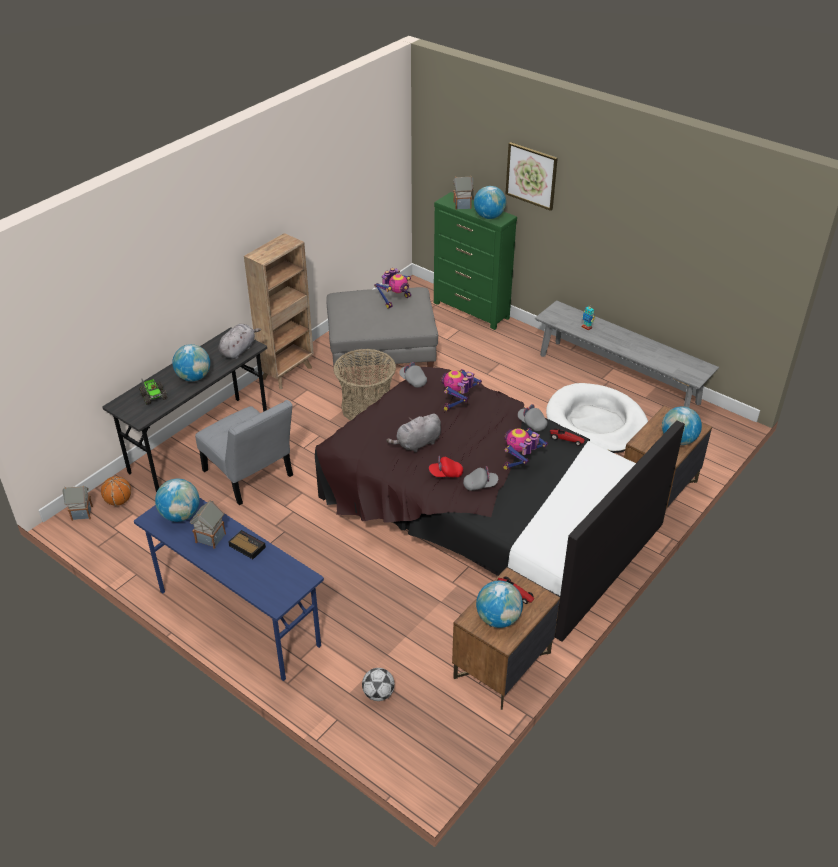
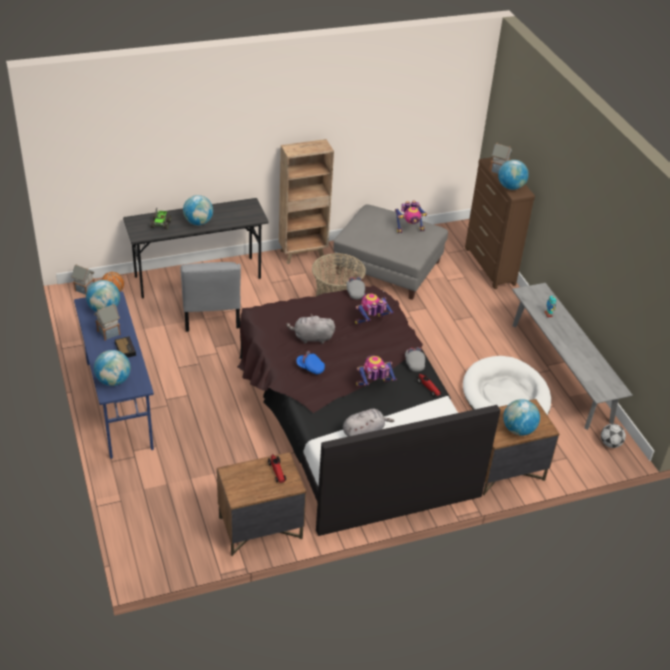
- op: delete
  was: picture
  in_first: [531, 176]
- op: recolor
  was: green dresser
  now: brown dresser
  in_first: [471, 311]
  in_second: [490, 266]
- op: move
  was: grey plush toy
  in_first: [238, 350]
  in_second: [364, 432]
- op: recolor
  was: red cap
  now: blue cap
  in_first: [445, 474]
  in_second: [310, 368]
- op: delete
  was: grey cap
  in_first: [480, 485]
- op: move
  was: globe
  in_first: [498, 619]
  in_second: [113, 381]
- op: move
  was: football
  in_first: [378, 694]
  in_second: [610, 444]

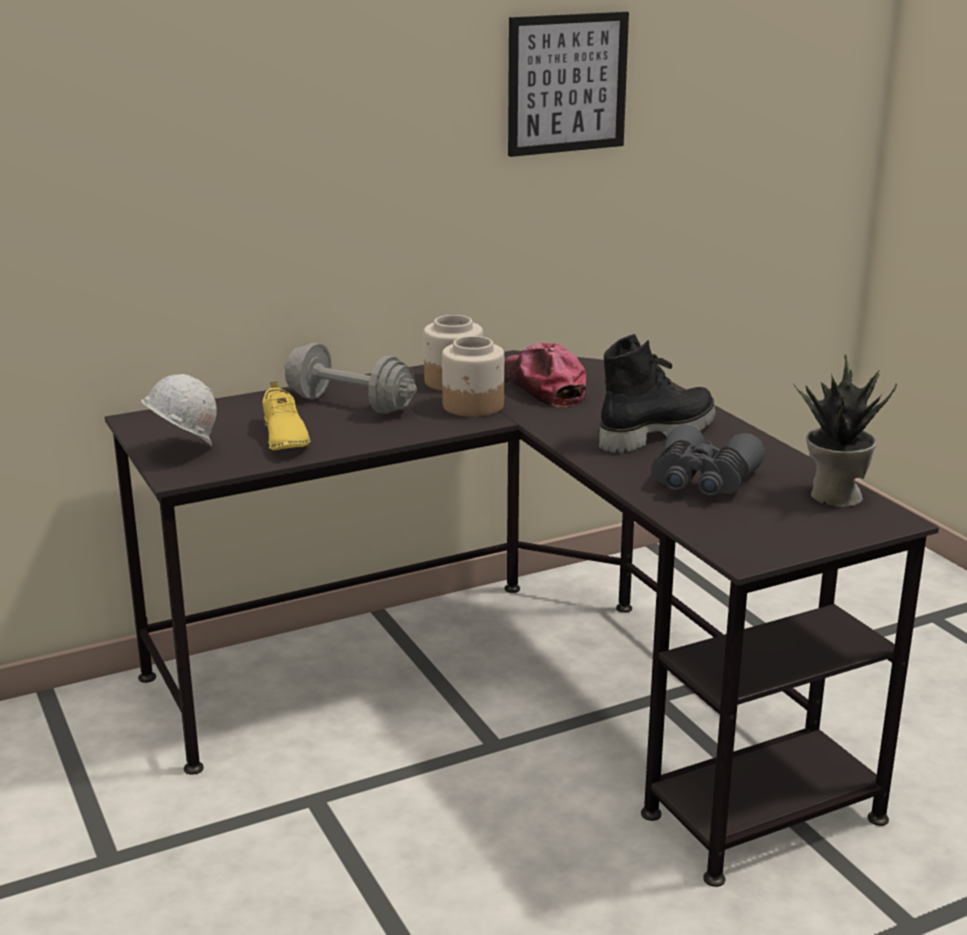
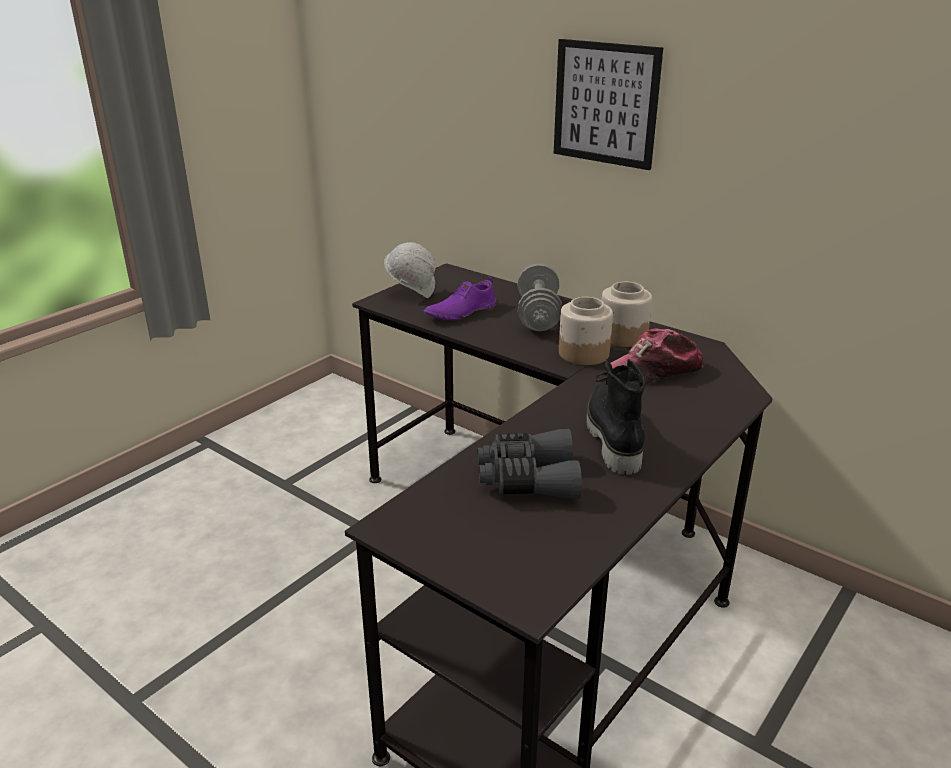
- op: move
  was: picture
  in_first: [567, 83]
  in_second: [605, 103]
- op: rotate
  was: black boot
  in_first: [655, 433]
  in_second: [612, 437]
  clockwise: -120
- op: rotate
  was: cap
  in_first: [542, 387]
  in_second: [655, 370]
  clockwise: -150
- op: delete
  was: potted plant
  in_first: [833, 496]
- op: recolor
  was: yellow shoe
  now: purple shoe
  in_first: [283, 437]
  in_second: [460, 312]

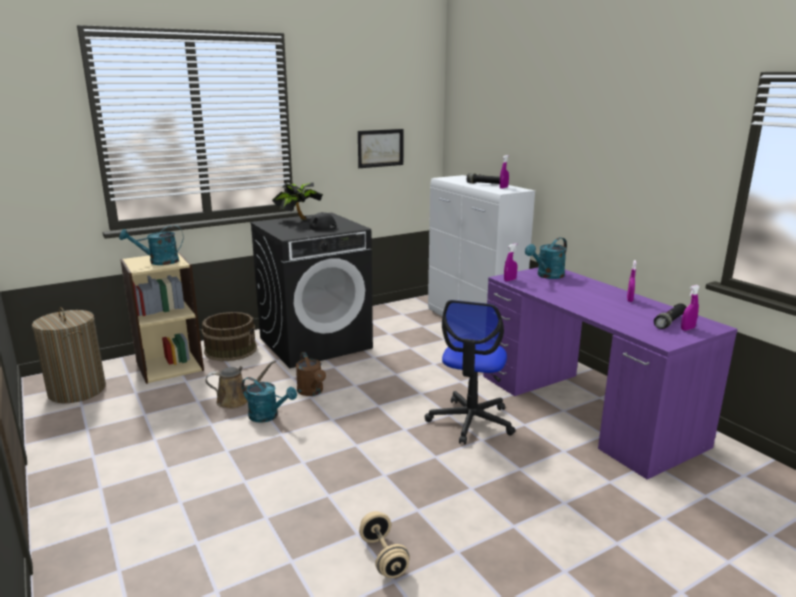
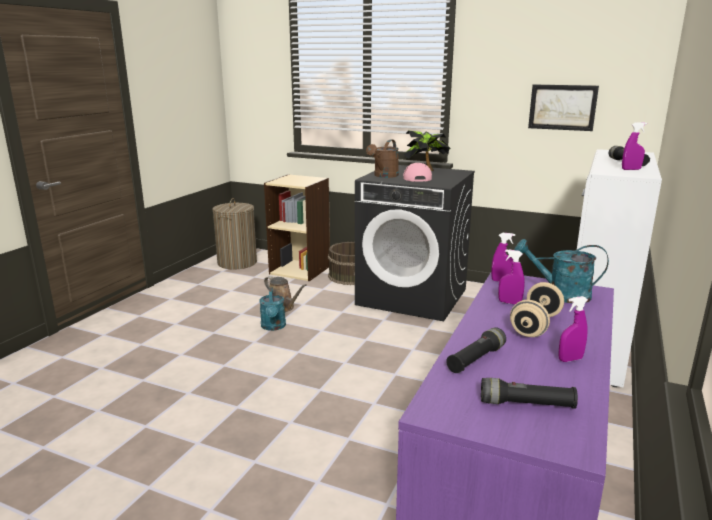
- op: recolor
  was: black cap
  now: pink cap
  in_first: [318, 227]
  in_second: [416, 177]
- op: delete
  was: turquoise watering can
  in_first: [158, 262]
- op: move
  was: purple spray bottle
  in_first: [687, 329]
  in_second: [509, 303]
- op: delete
  was: office chair
  in_first: [471, 421]
- op: move
  was: brown watering can
  in_first: [312, 392]
  in_second: [384, 176]
- op: move
  was: beige dumbbell
  in_first: [383, 557]
  in_second: [535, 325]
- op: insert
  now: black flashlight
  in_second: [476, 359]

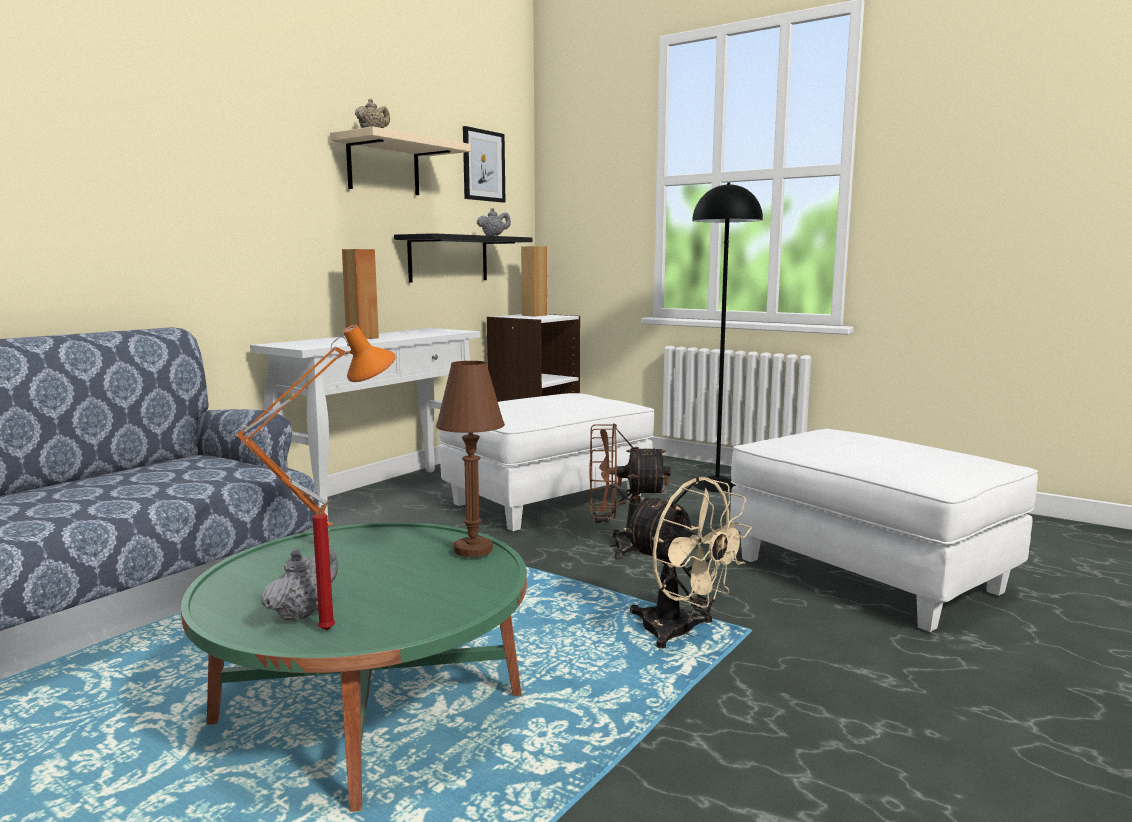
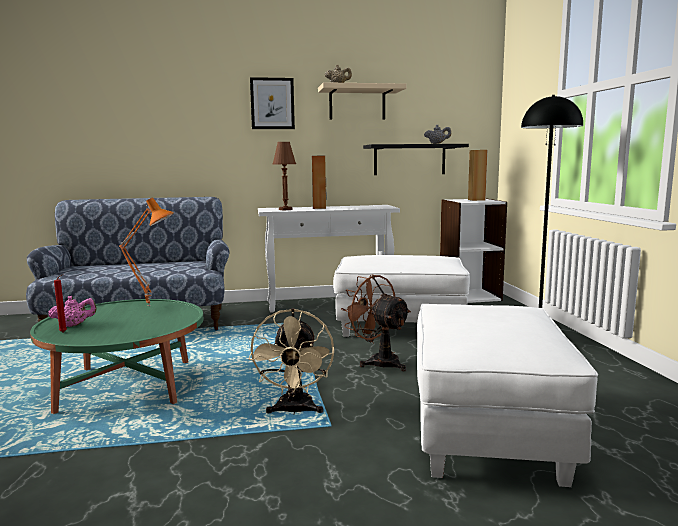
- op: move
  was: picture
  in_first: [483, 165]
  in_second: [272, 103]
- op: move
  was: brown table lamp
  in_first: [473, 549]
  in_second: [285, 209]
- op: recolor
  was: grey teapot
  now: pink teapot
  in_first: [302, 614]
  in_second: [74, 325]

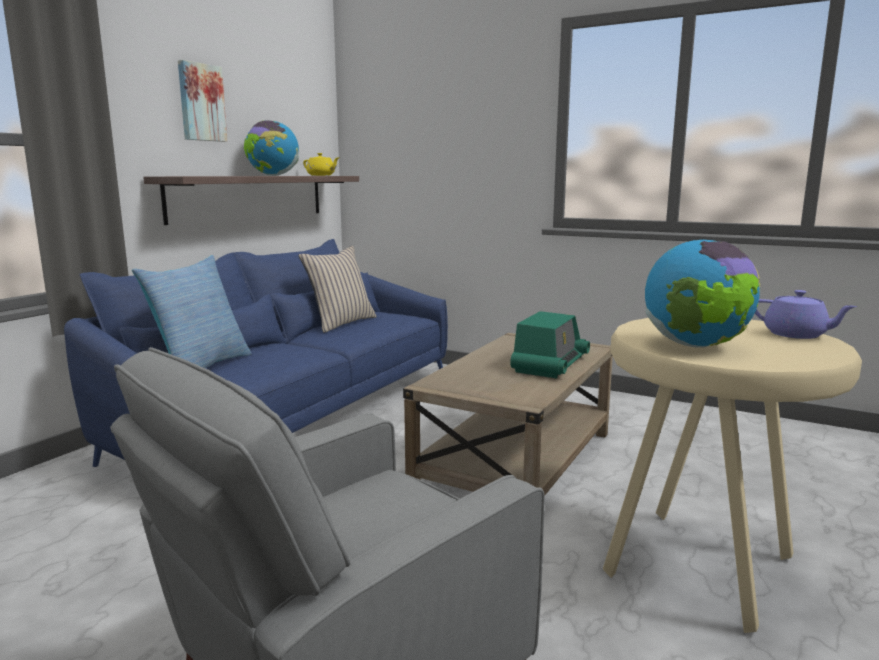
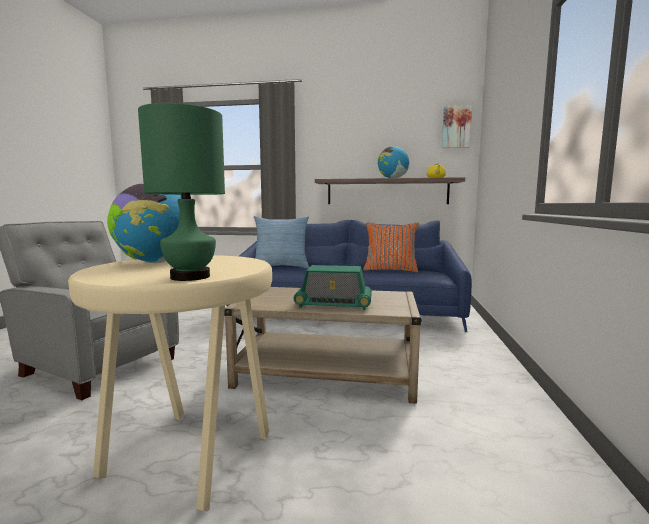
- op: move
  was: picture
  in_first: [201, 102]
  in_second: [456, 127]
- op: recolor
  was: beige pillow
  now: orange pillow
  in_first: [340, 323]
  in_second: [390, 270]
- op: replace
  was: purple teapot
  now: green table lamp
  in_first: [796, 335]
  in_second: [191, 277]

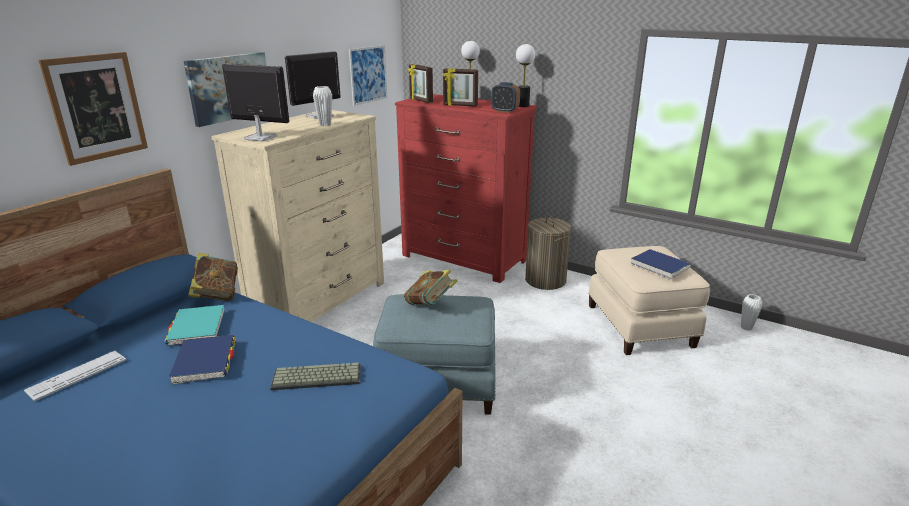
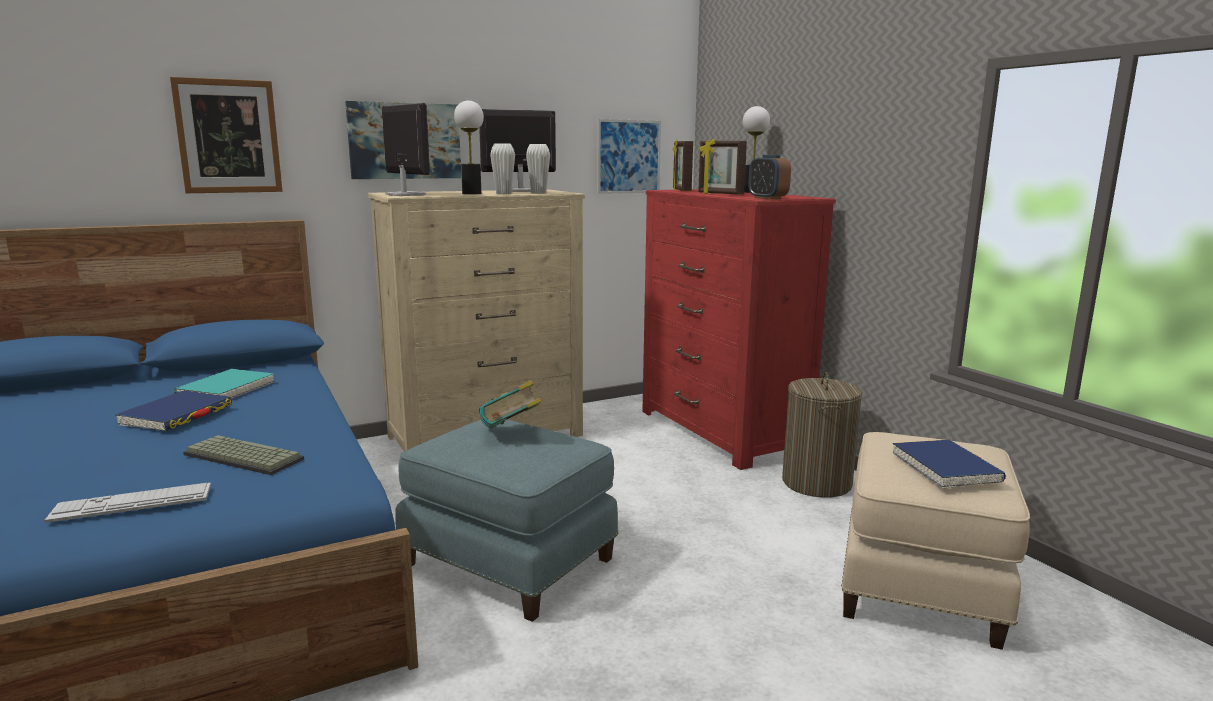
- op: move
  was: table lamp
  in_first: [523, 106]
  in_second: [471, 193]
- op: delete
  was: book
  in_first: [216, 294]
- op: move
  was: white vase
  in_first: [746, 327]
  in_second: [538, 193]
- op: move
  was: keyboard
  in_first: [77, 375]
  in_second: [132, 504]

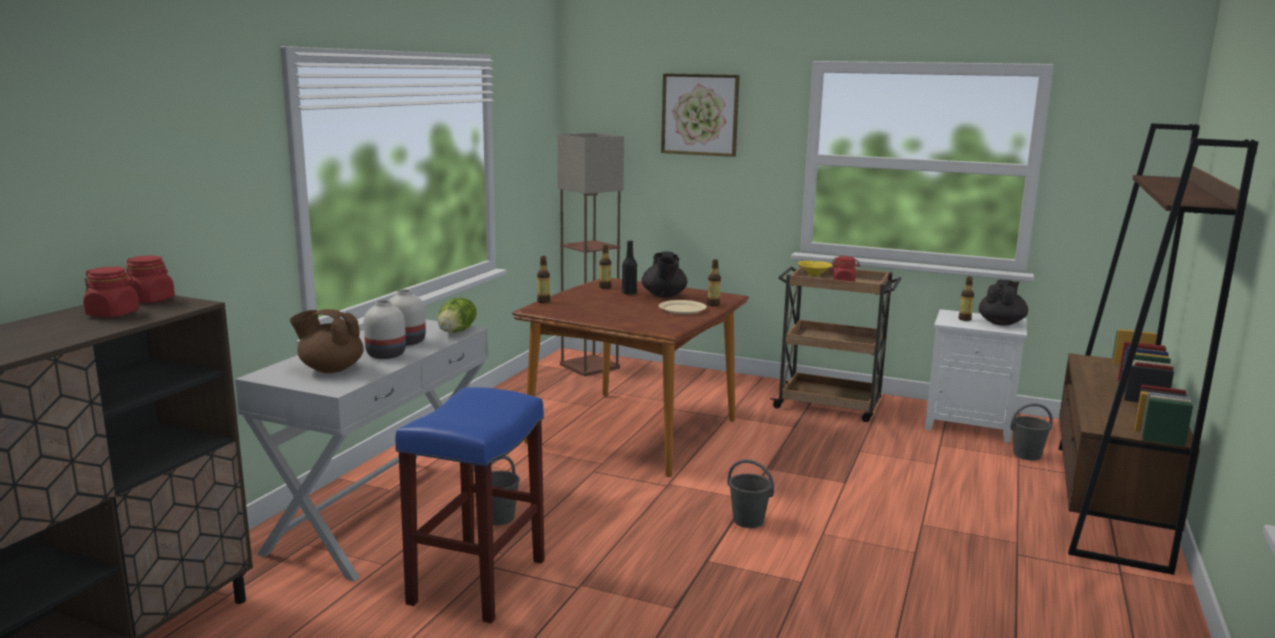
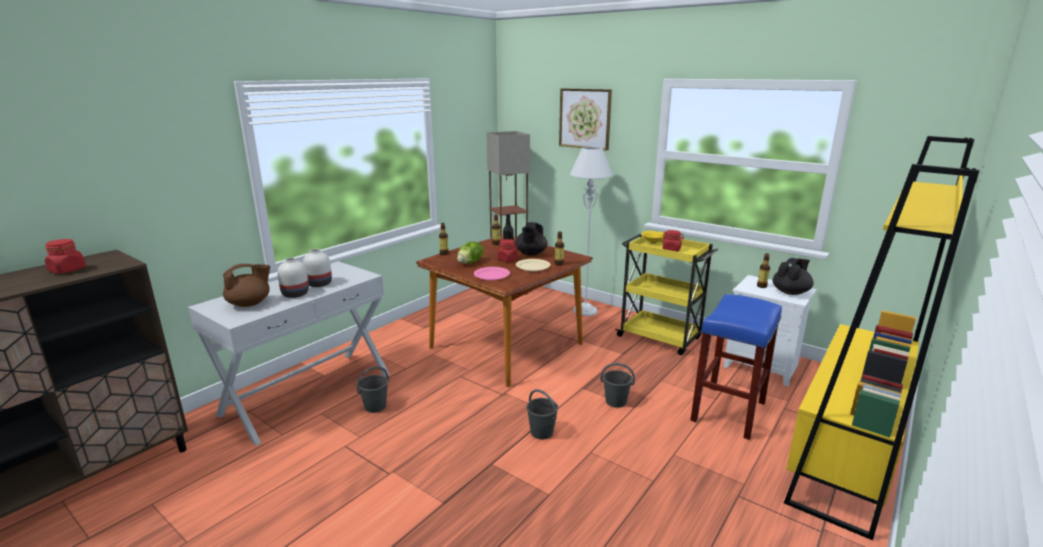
- op: recolor
  was: brown bookcase
  now: yellow bookcase
  in_first: [1107, 503]
  in_second: [845, 455]
- op: move
  was: red jar
  in_first: [150, 300]
  in_second: [507, 259]
- op: recolor
  was: brown cart
  now: yellow cart
  in_first: [830, 405]
  in_second: [660, 338]
- op: move
  was: lettuce
  in_first: [457, 331]
  in_second: [470, 262]
- op: rotate
  was: brown teapot
  in_first: [330, 369]
  in_second: [250, 303]
  clockwise: 120
- op: move
  was: blue stool
  in_first: [478, 580]
  in_second: [728, 410]
- op: move
  was: grey bucket
  in_first: [1026, 455]
  in_second: [615, 401]
- op: insert
  now: grey floor lamp
  in_second: [585, 310]
- op: insert
  now: pink plate
  in_second: [492, 275]

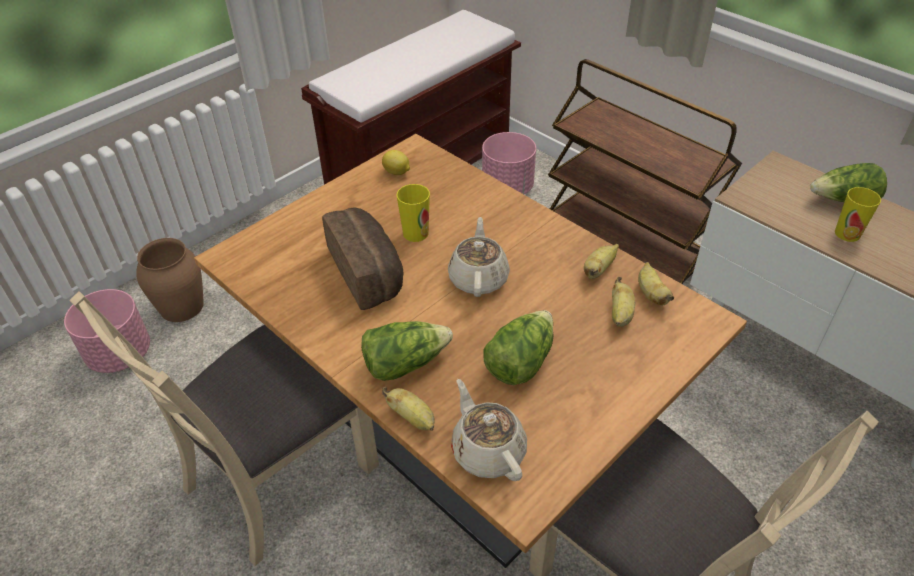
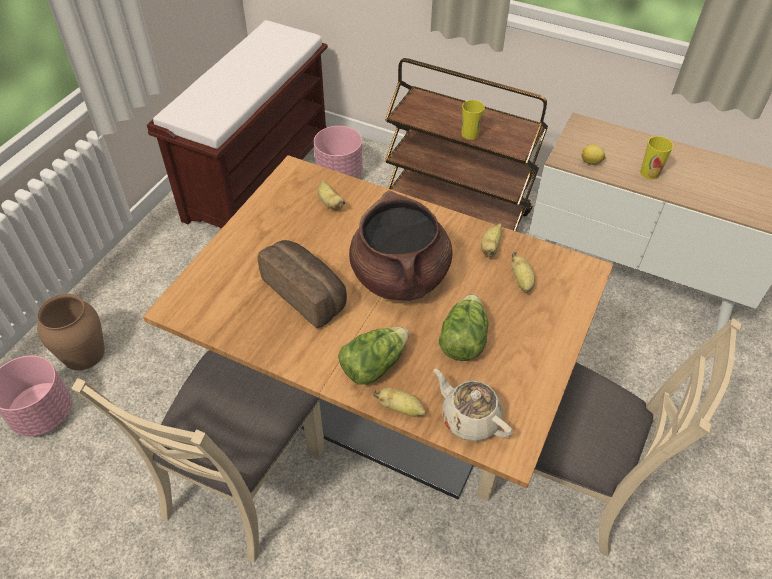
- op: move
  was: lemon
  in_first: [397, 173]
  in_second: [591, 162]
- op: delete
  was: lettuce
  in_first: [843, 200]
- op: move
  was: cup
  in_first: [415, 233]
  in_second: [470, 134]
- op: replace
  was: beige teapot
  now: brown cooking pot
  in_first: [478, 278]
  in_second: [400, 277]
- op: move
  was: banana
  in_first: [651, 294]
  in_second: [330, 203]

